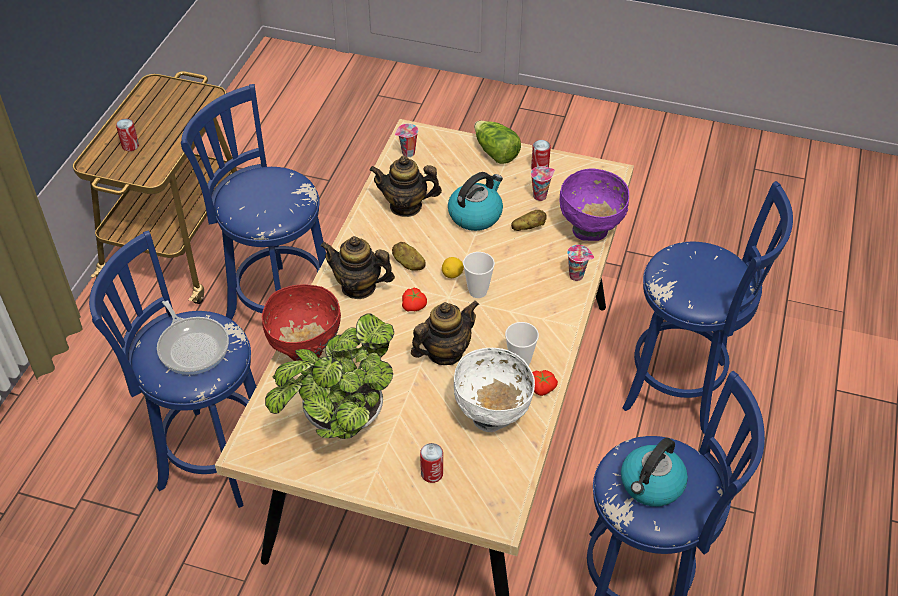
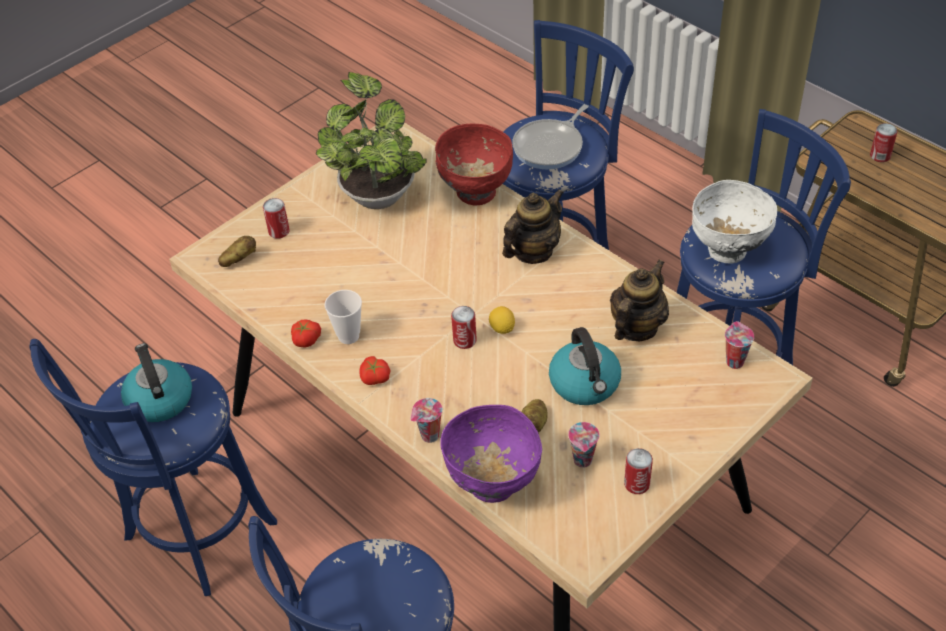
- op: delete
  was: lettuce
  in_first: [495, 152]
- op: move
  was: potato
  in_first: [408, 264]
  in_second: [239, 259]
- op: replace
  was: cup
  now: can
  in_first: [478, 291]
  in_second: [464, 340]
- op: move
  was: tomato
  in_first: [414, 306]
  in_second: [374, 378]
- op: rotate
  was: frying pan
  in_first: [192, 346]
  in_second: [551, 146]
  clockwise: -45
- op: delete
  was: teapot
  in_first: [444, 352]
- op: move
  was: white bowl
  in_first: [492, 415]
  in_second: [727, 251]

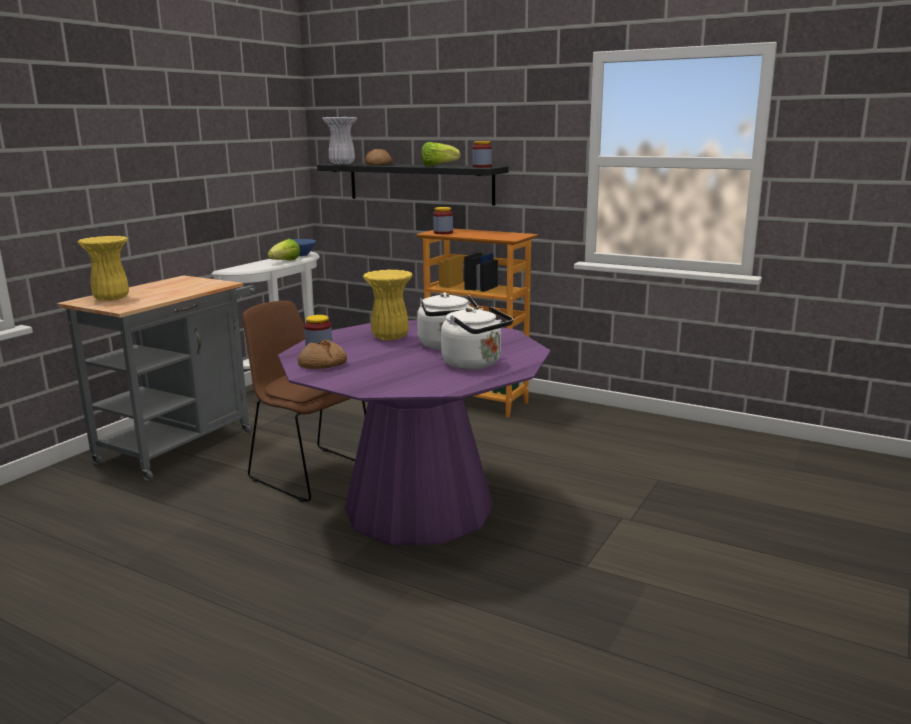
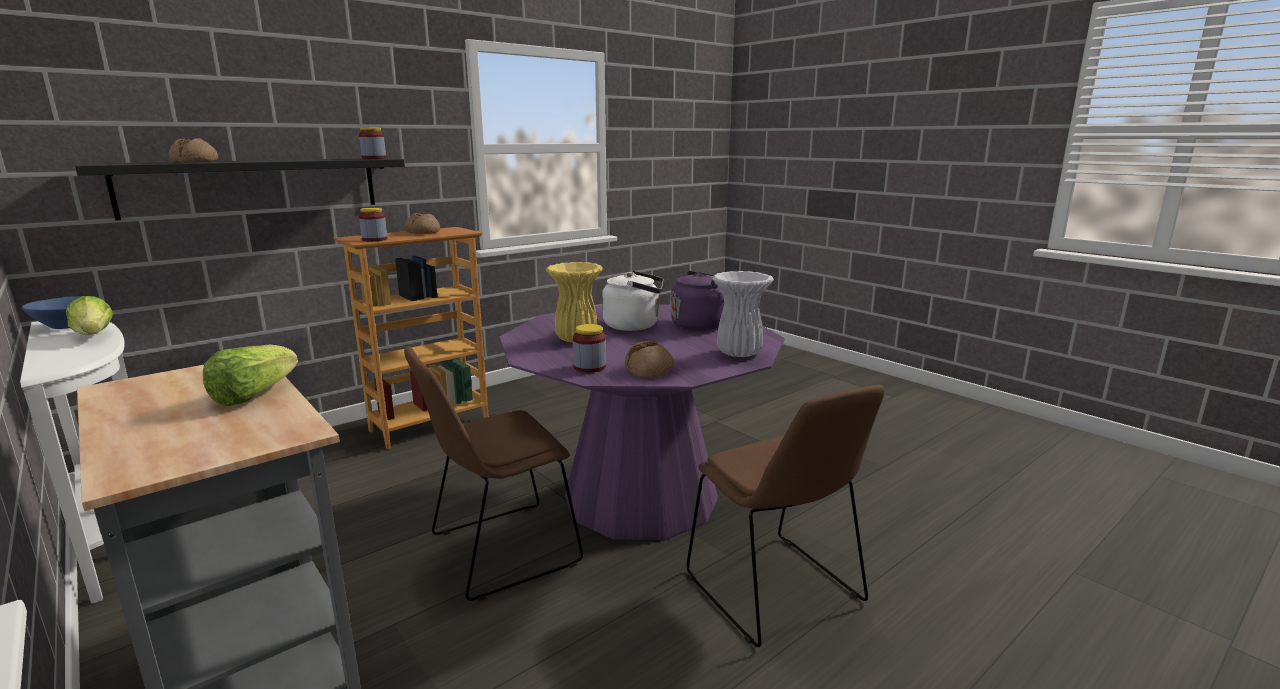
- op: move
  was: white vase
  in_first: [341, 164]
  in_second: [739, 353]
- op: move
  was: lettuce
  in_first: [438, 165]
  in_second: [253, 395]
- op: delete
  was: yellow vase
  in_first: [112, 299]
- op: recolor
  was: white kettle
  now: purple kettle
  in_first: [475, 364]
  in_second: [701, 325]
- op: insert
  now: bread
  in_second: [422, 232]
- op: insert
  now: brown chair
  in_second: [776, 592]

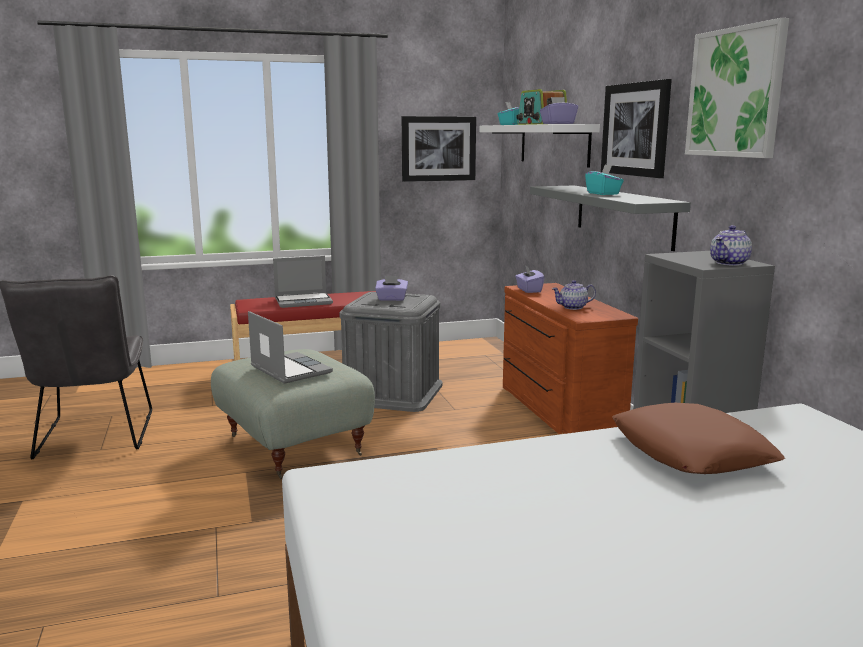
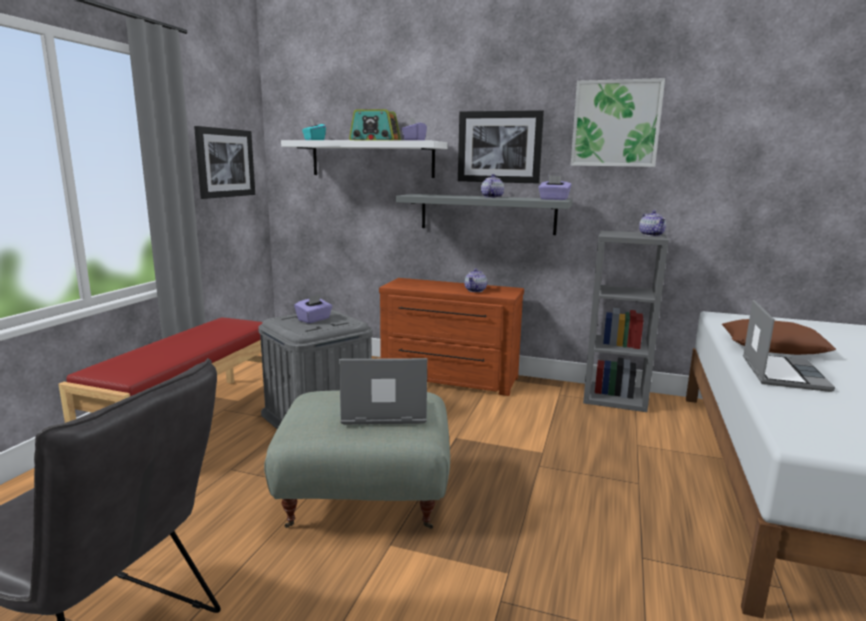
- op: replace
  was: turquoise tissue box
  now: teapot
  in_first: [603, 194]
  in_second: [491, 197]
- op: move
  was: laptop
  in_first: [304, 301]
  in_second: [781, 373]
- op: move
  was: purple tissue box
  in_first: [528, 290]
  in_second: [553, 199]

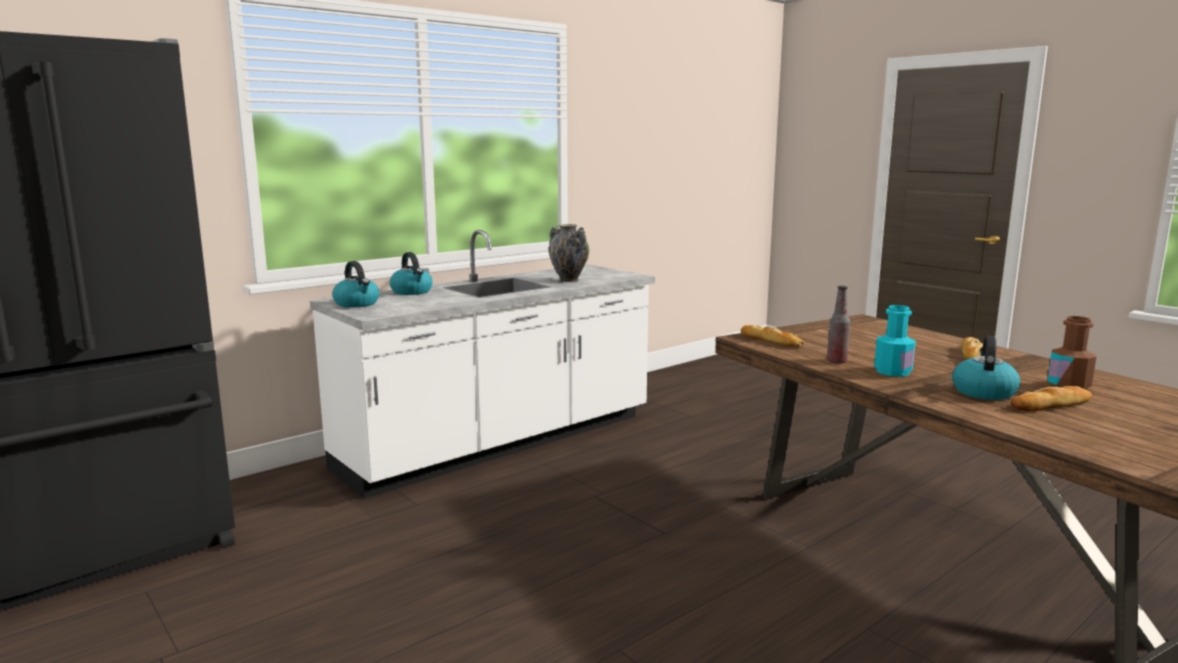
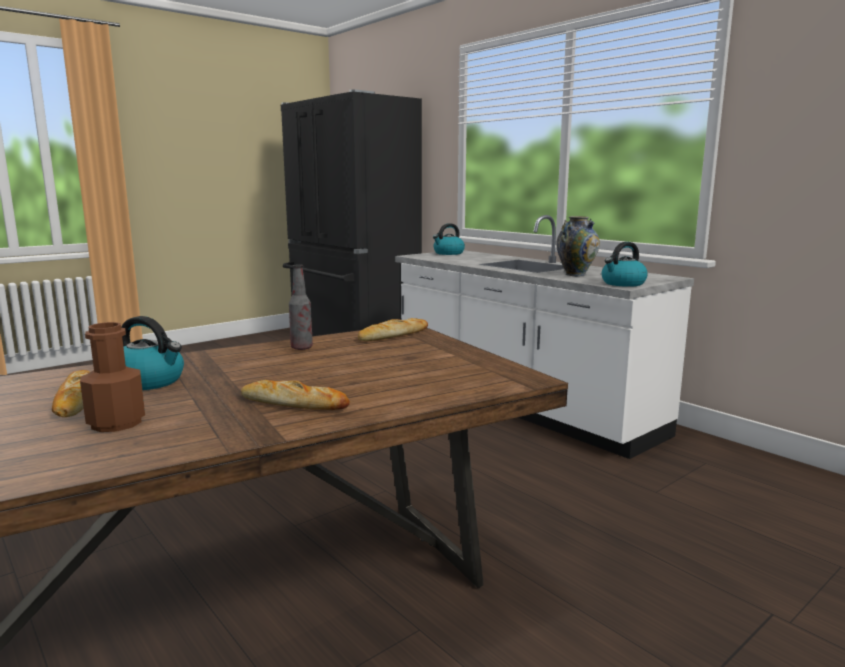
- op: move
  was: kettle
  in_first: [412, 292]
  in_second: [623, 284]
- op: delete
  was: turquoise bottle
  in_first: [893, 372]

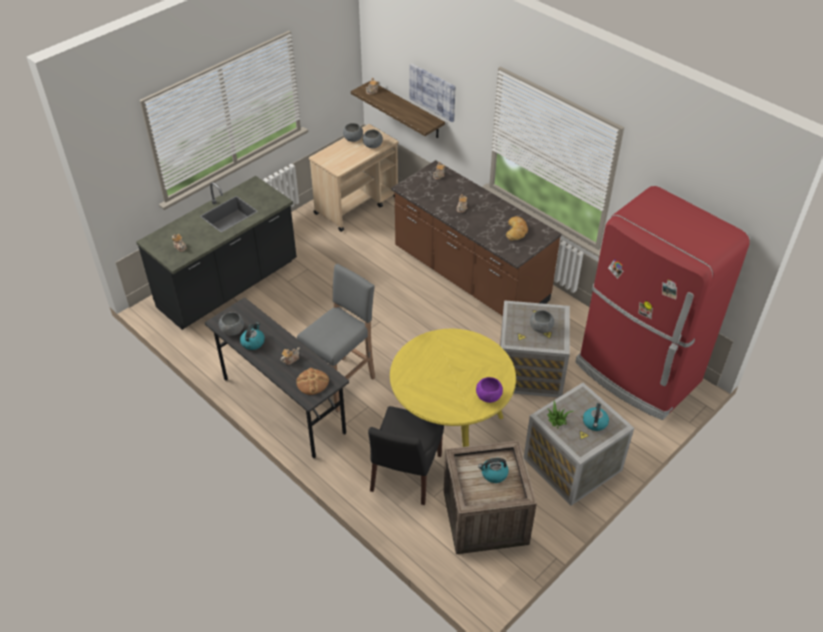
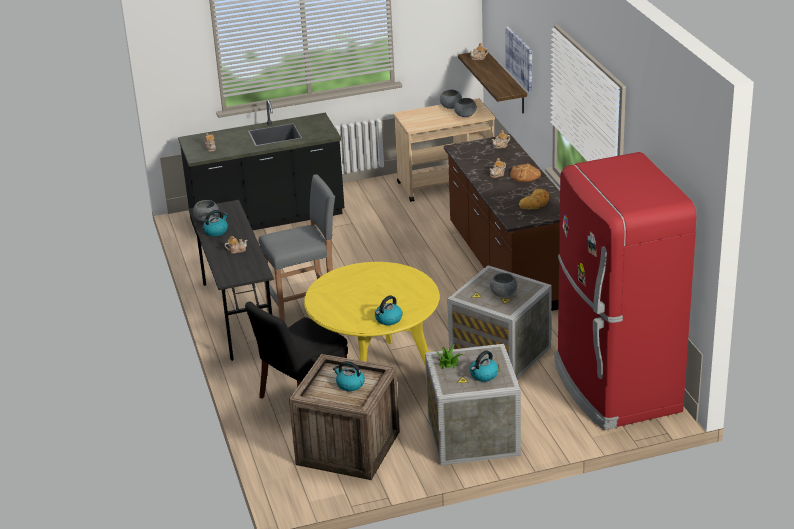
- op: move
  was: bread
  in_first: [312, 382]
  in_second: [525, 175]
- op: replace
  was: purple bowl
  now: kettle
  in_first: [489, 396]
  in_second: [388, 319]

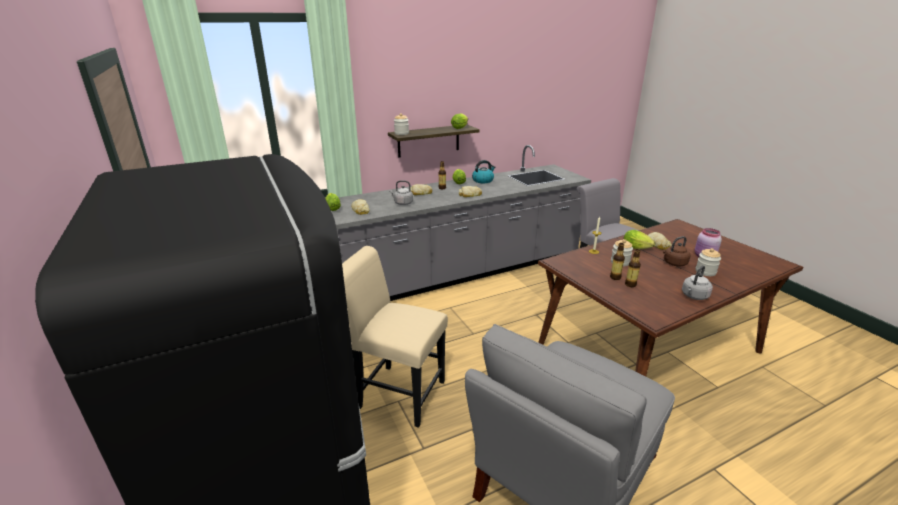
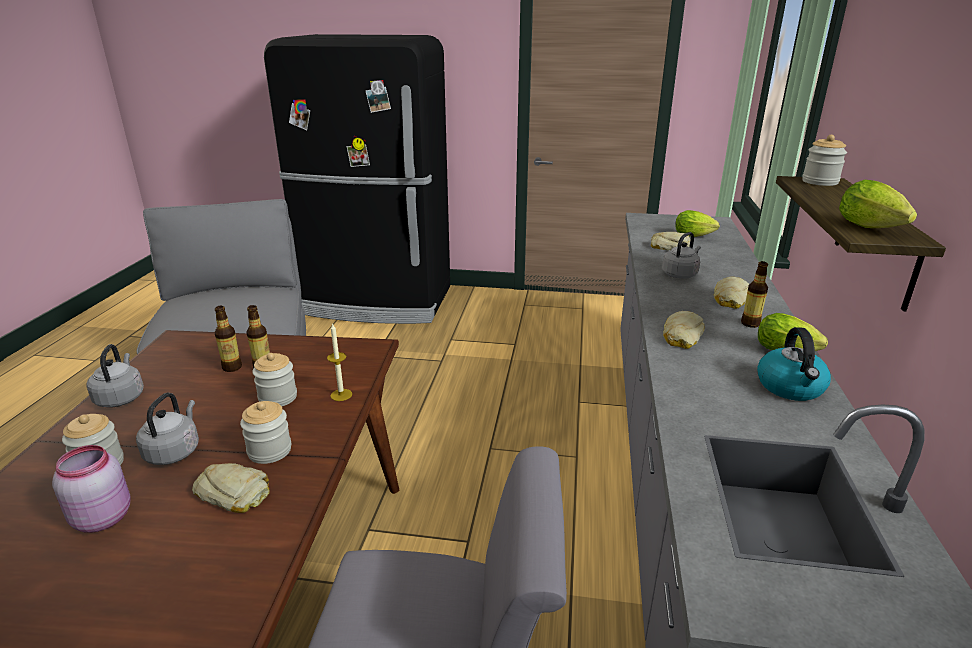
- op: replace
  was: lettuce
  now: jar
  in_first: [637, 248]
  in_second: [269, 451]
- op: recolor
  was: brown kettle
  now: grey kettle
  in_first: [674, 263]
  in_second: [174, 451]
- op: delete
  was: beige chair
  in_first: [395, 392]

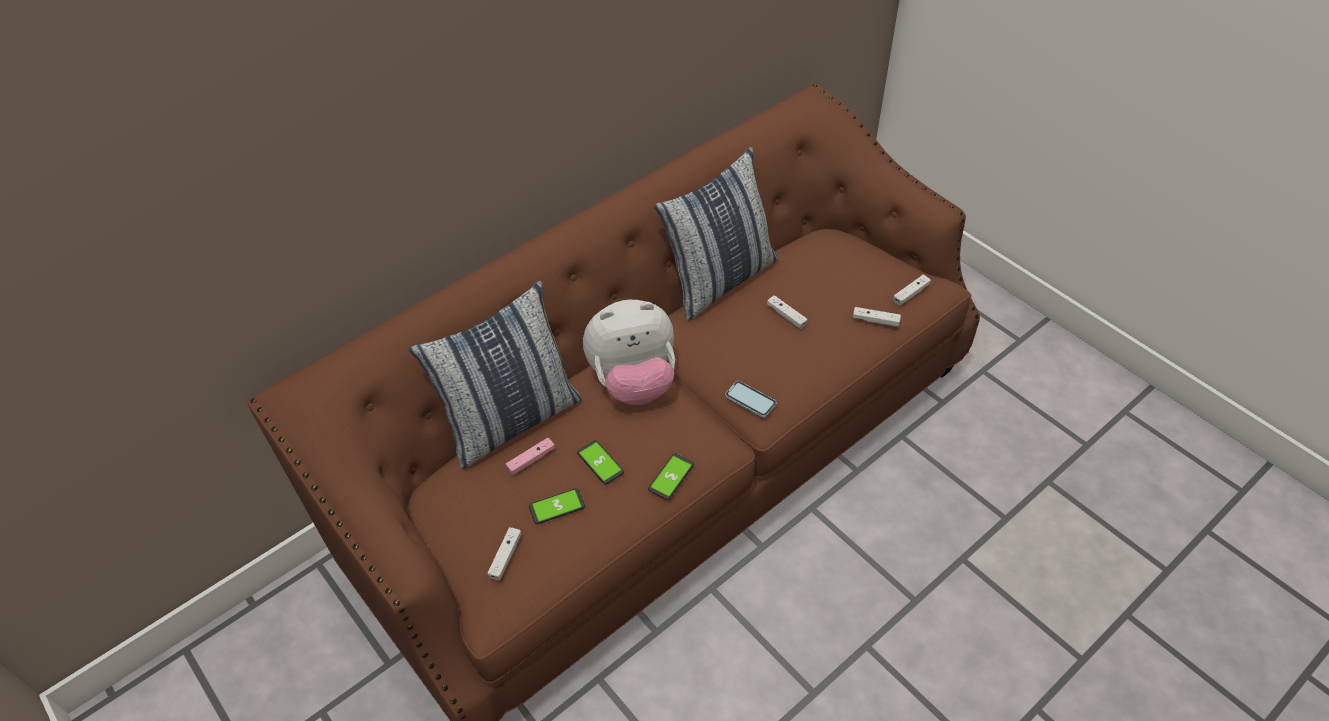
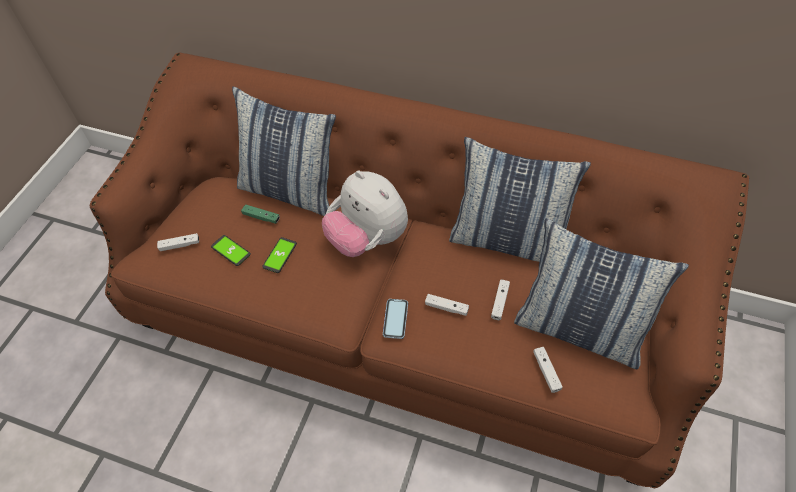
- op: move
  was: white game controller
  in_first: [911, 294]
  in_second: [446, 307]
- op: recolor
  was: pink game controller
  now: green game controller
  in_first: [531, 460]
  in_second: [261, 217]
- op: delete
  was: phone
  in_first: [671, 477]
- op: insert
  now: pillow
  in_second: [579, 329]

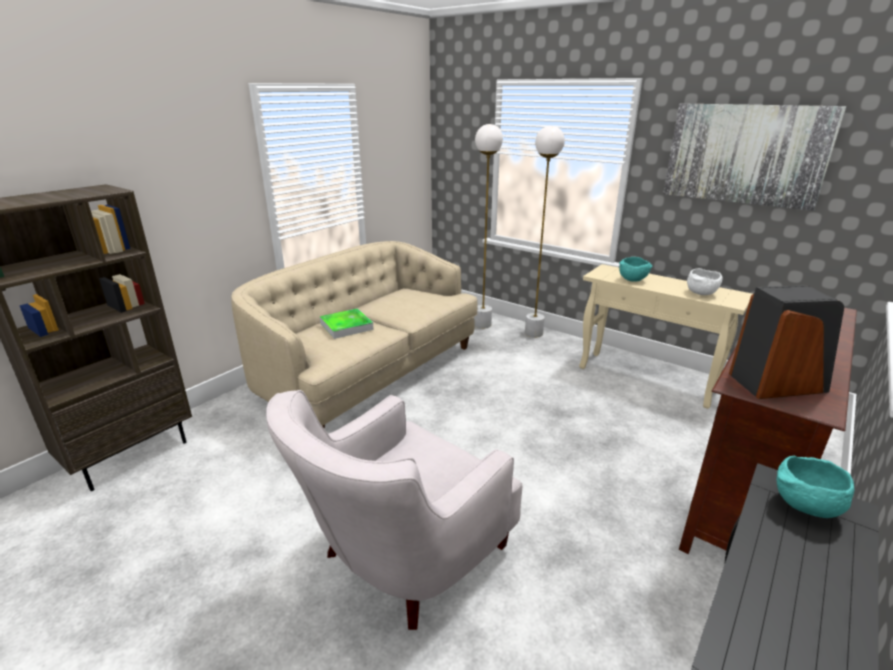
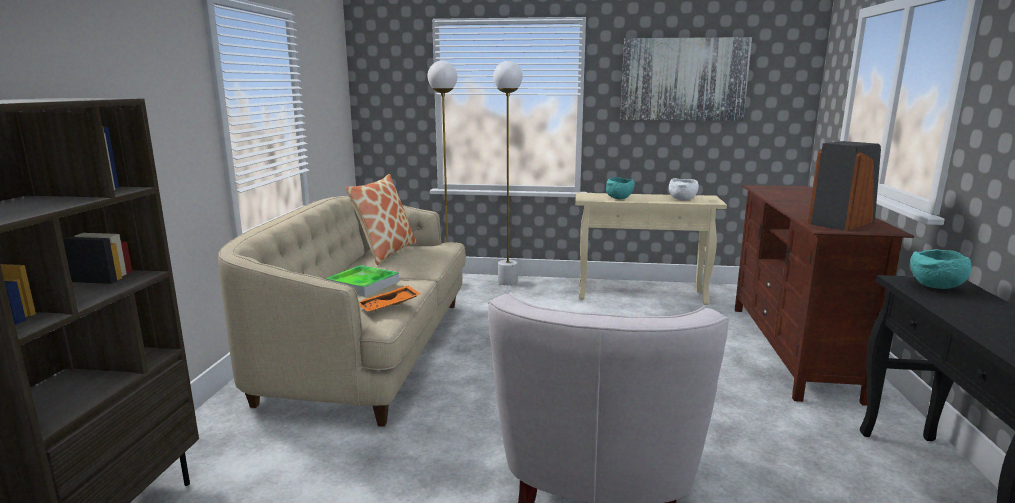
- op: insert
  now: pillow
  in_second: [385, 252]
- op: insert
  now: orange tray
  in_second: [389, 306]

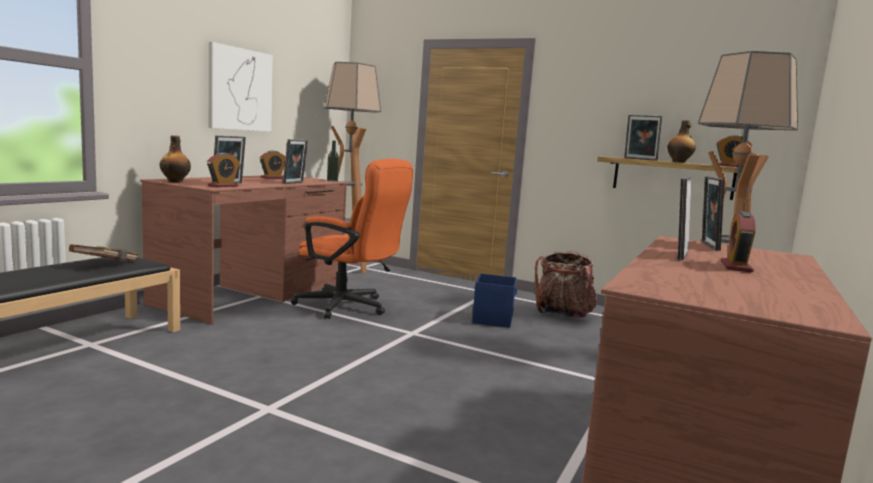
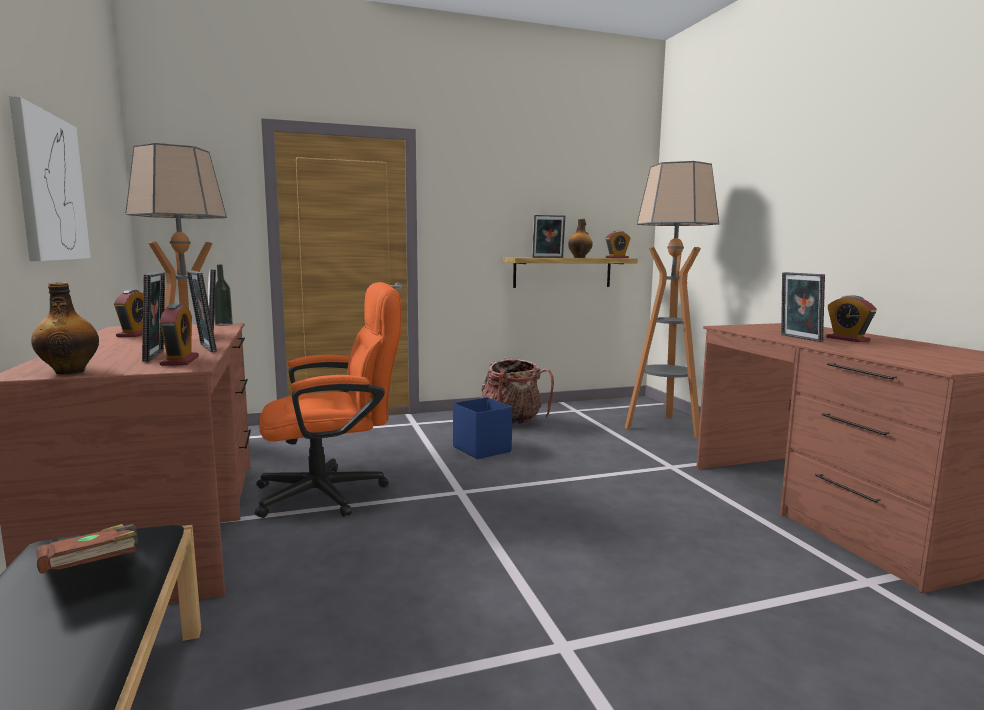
- op: move
  was: picture frame
  in_first: [707, 246]
  in_second: [204, 348]

